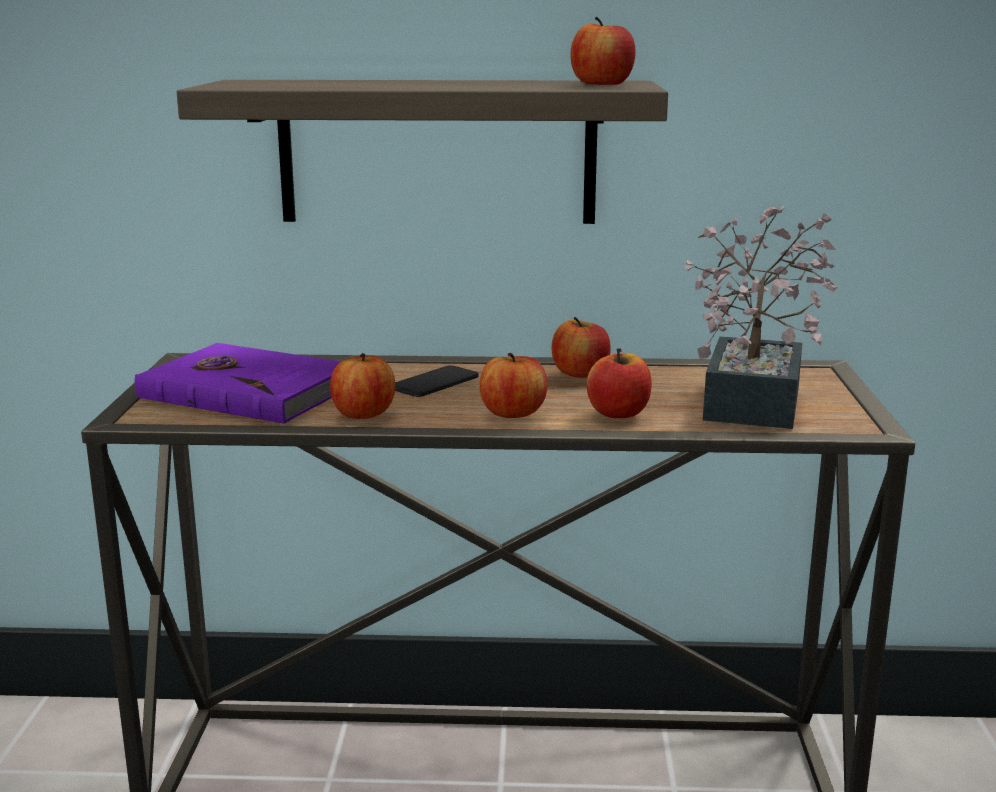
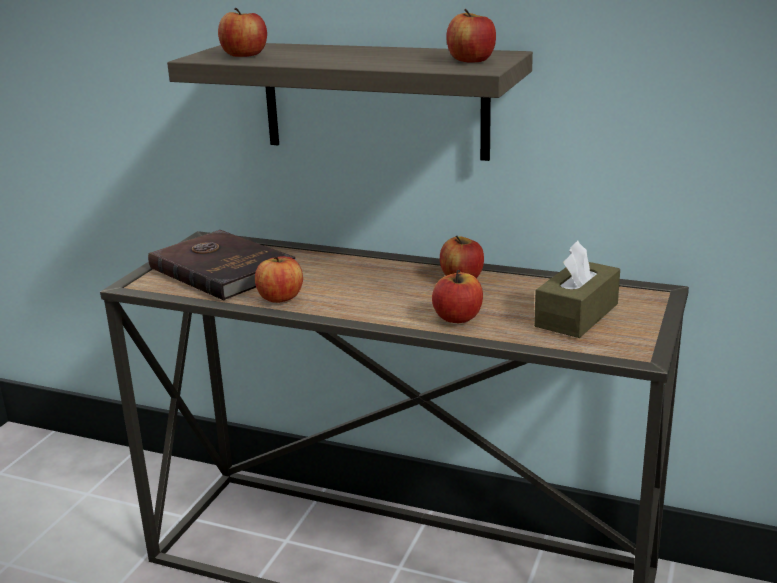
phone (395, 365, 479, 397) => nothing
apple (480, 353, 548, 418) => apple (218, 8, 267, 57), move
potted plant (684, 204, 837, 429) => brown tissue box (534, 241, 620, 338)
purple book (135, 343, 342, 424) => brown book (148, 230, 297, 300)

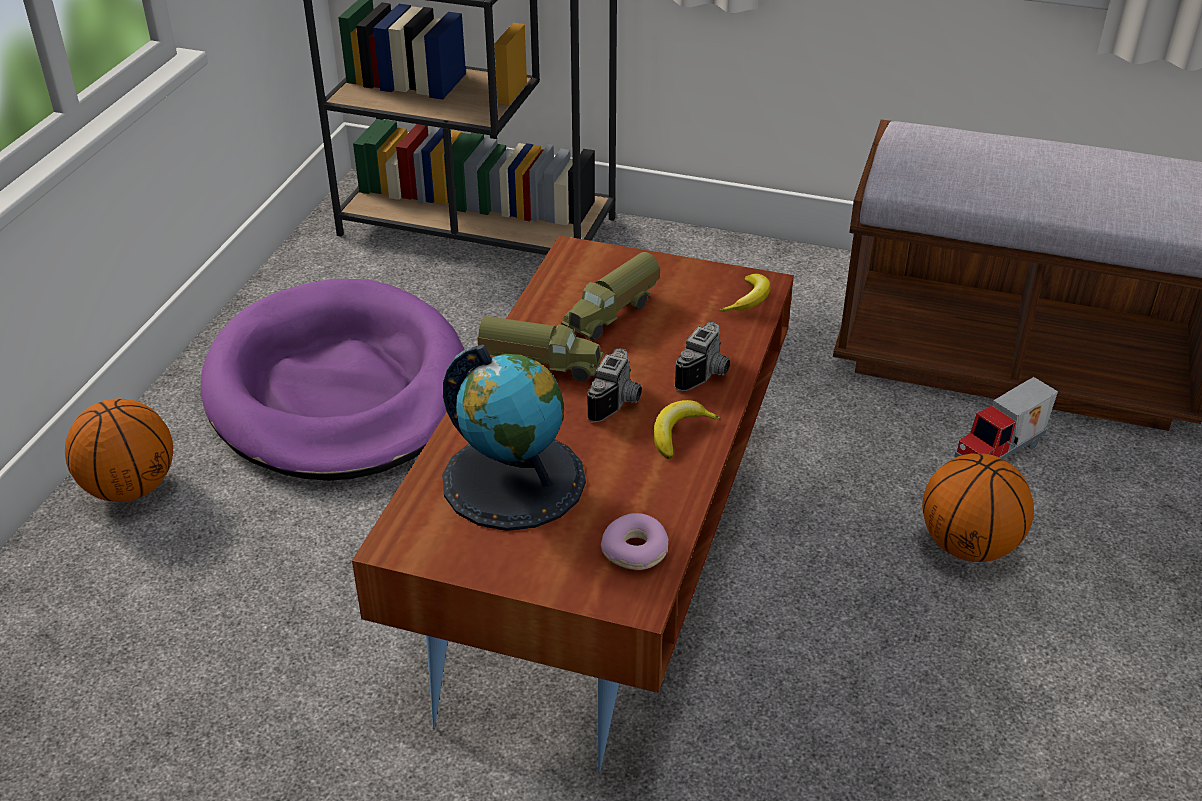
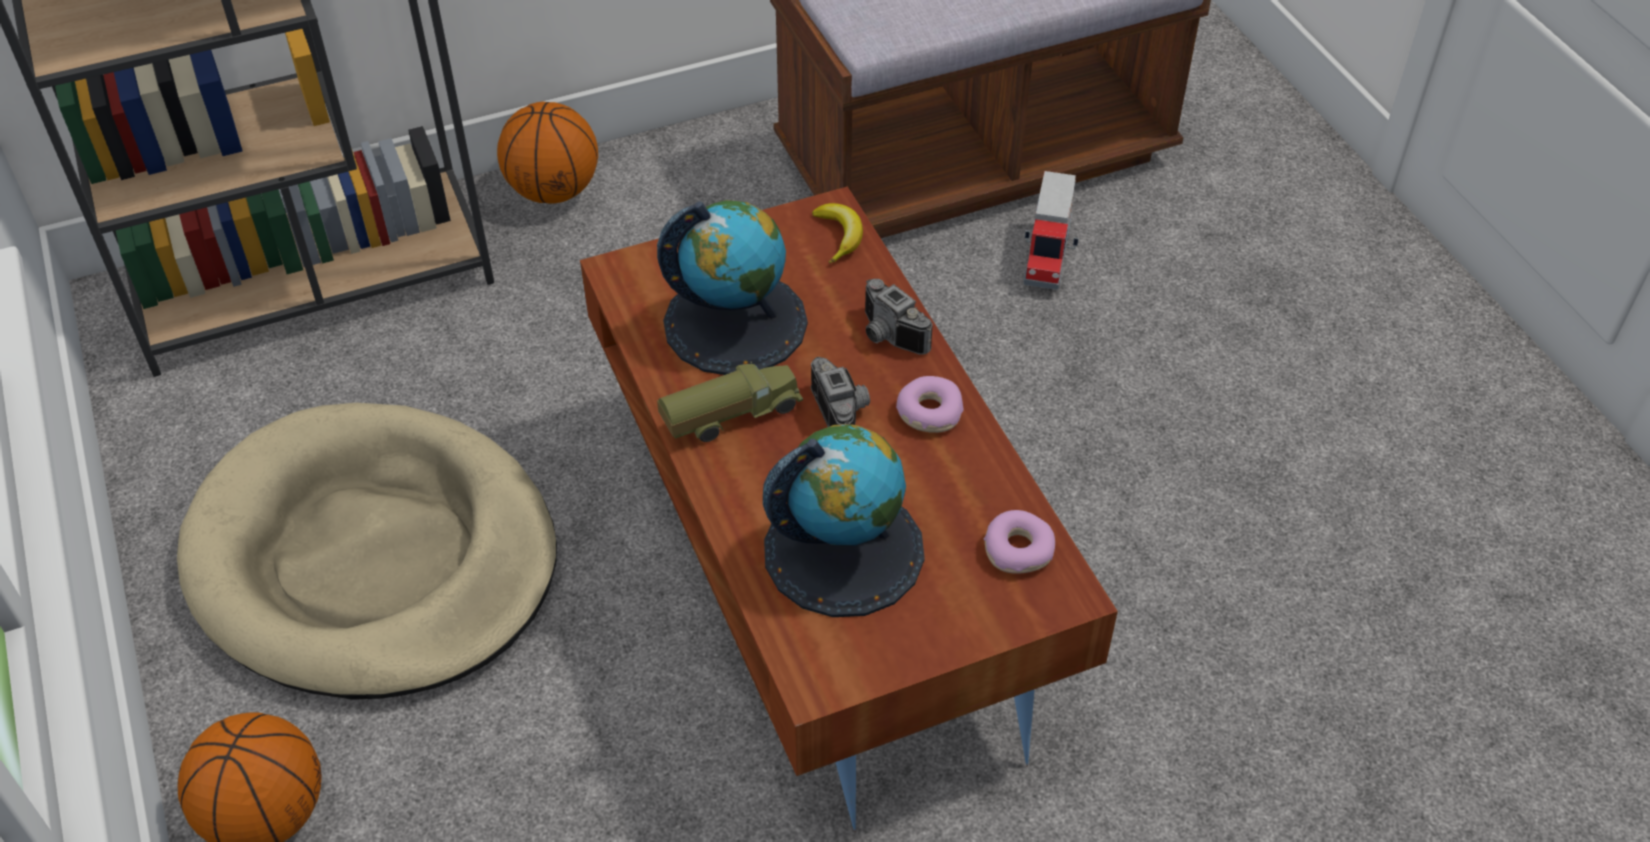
basketball (922, 453, 1034, 562) => basketball (497, 102, 598, 204), move
toy truck (561, 252, 660, 340) => globe (657, 200, 808, 375)
banana (653, 400, 720, 459) => donut (896, 376, 964, 433)
purple dog bed (201, 279, 469, 481) => beige dog bed (177, 403, 557, 700)
photo camera (674, 322, 730, 391) => photo camera (865, 279, 933, 355), 150 degrees clockwise

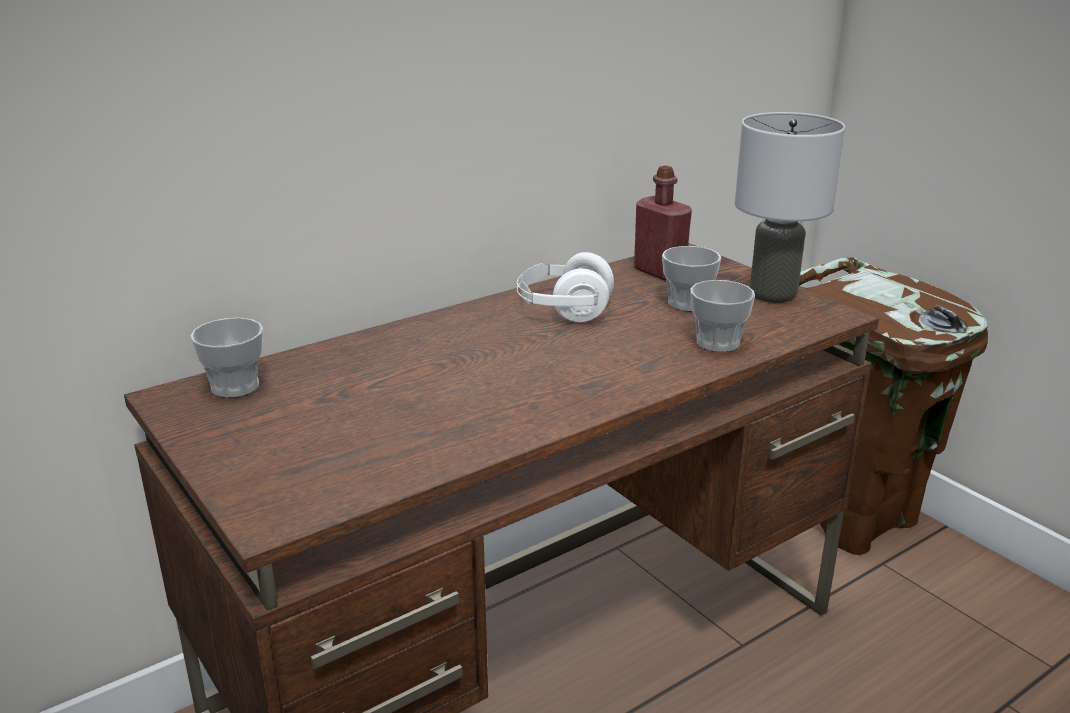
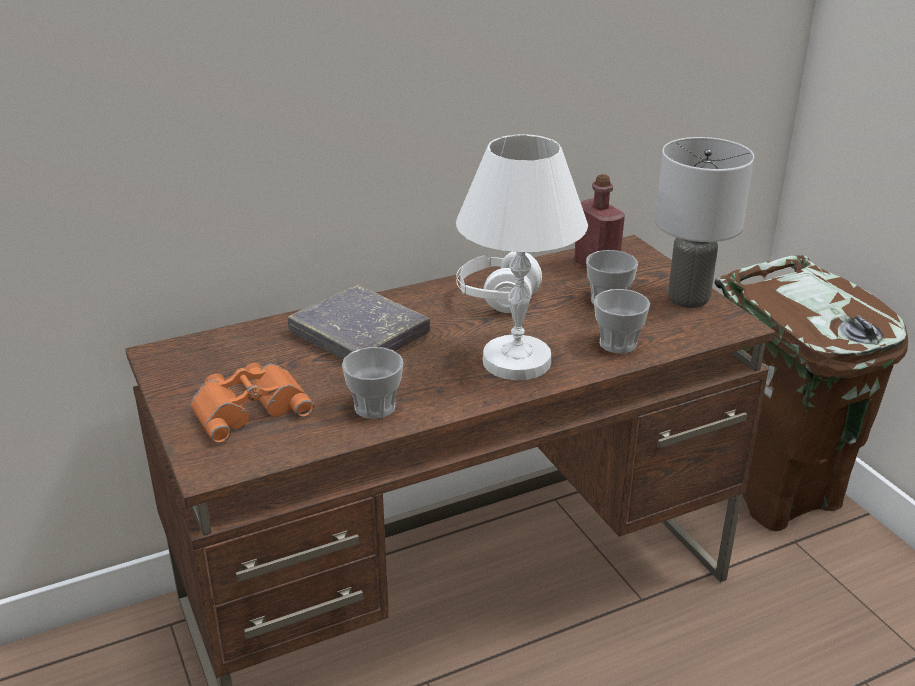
nothing => orange binoculars (191, 363, 314, 443)
nothing => grey book (288, 285, 431, 360)
nothing => white table lamp (456, 134, 588, 380)
cup (190, 318, 263, 398) => cup (342, 347, 403, 419), move

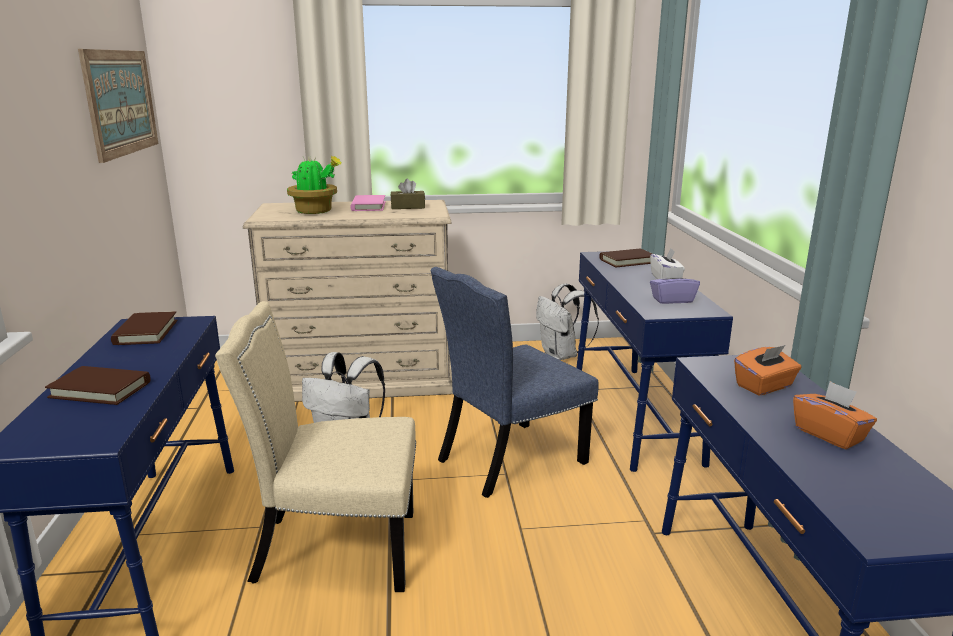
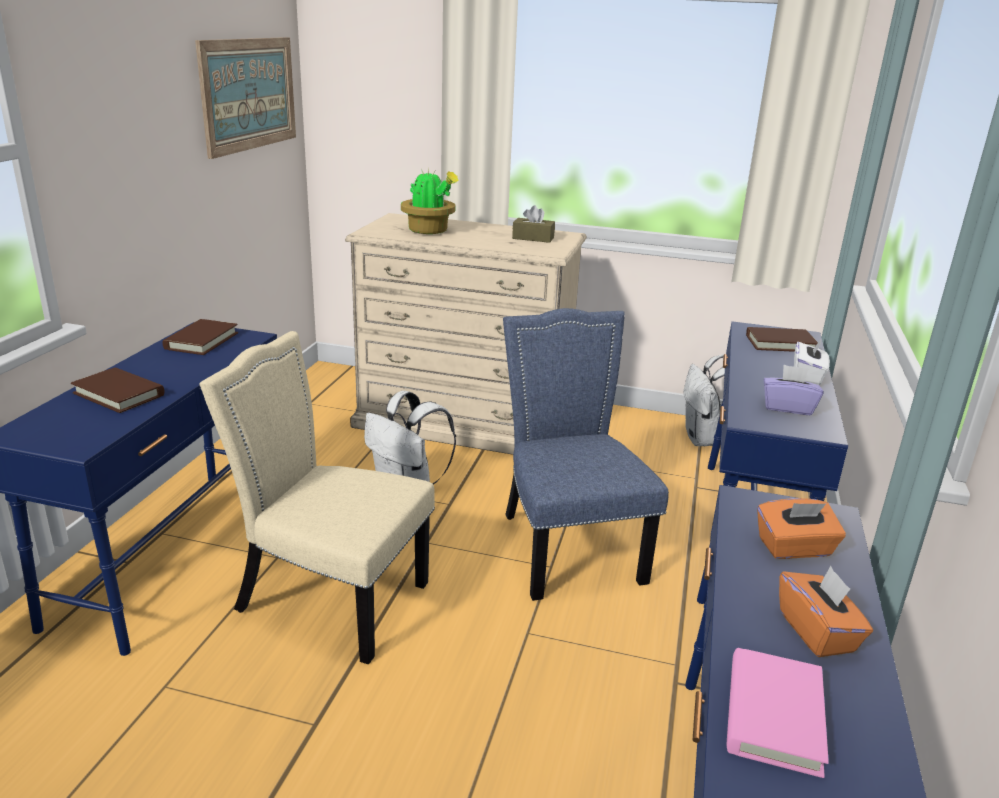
pink book (350, 195, 385, 211) => pink book (727, 648, 829, 778), move
blue chair (431, 267, 599, 498) => blue chair (503, 308, 669, 601), 90 degrees clockwise

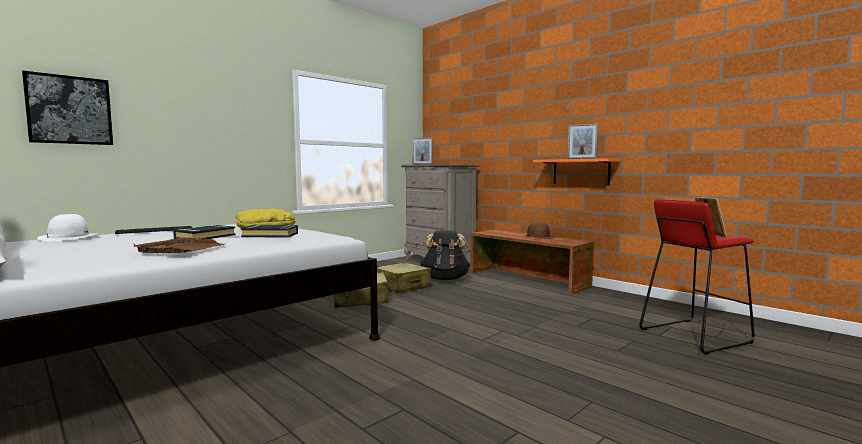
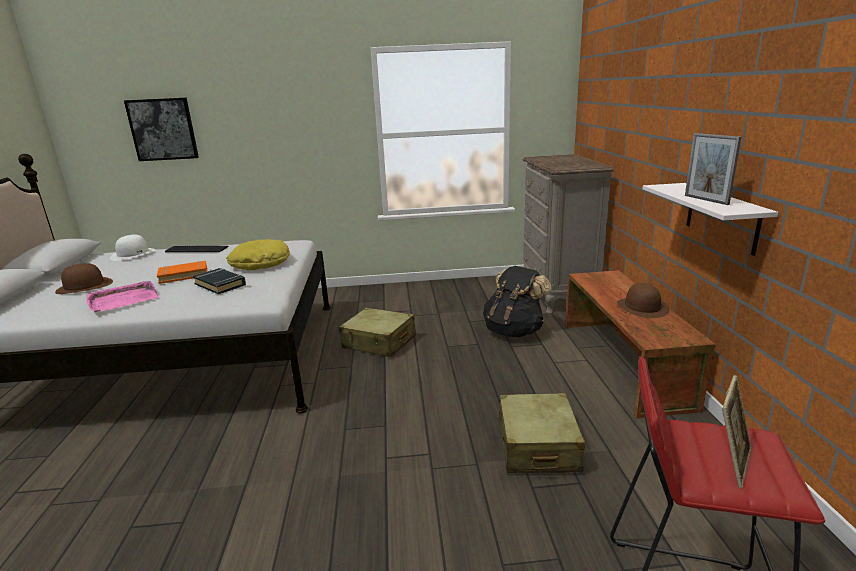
picture frame (412, 137, 433, 165) => nothing
nothing => brown hat (55, 263, 113, 294)
beige suitcase (377, 262, 432, 293) => beige suitcase (497, 393, 585, 473), move
brown tray (133, 238, 225, 253) => pink tray (86, 281, 159, 312)
black book (173, 225, 236, 239) => orange book (157, 261, 207, 284)
orange shelf (533, 158, 621, 185) => white shelf (643, 183, 778, 256)

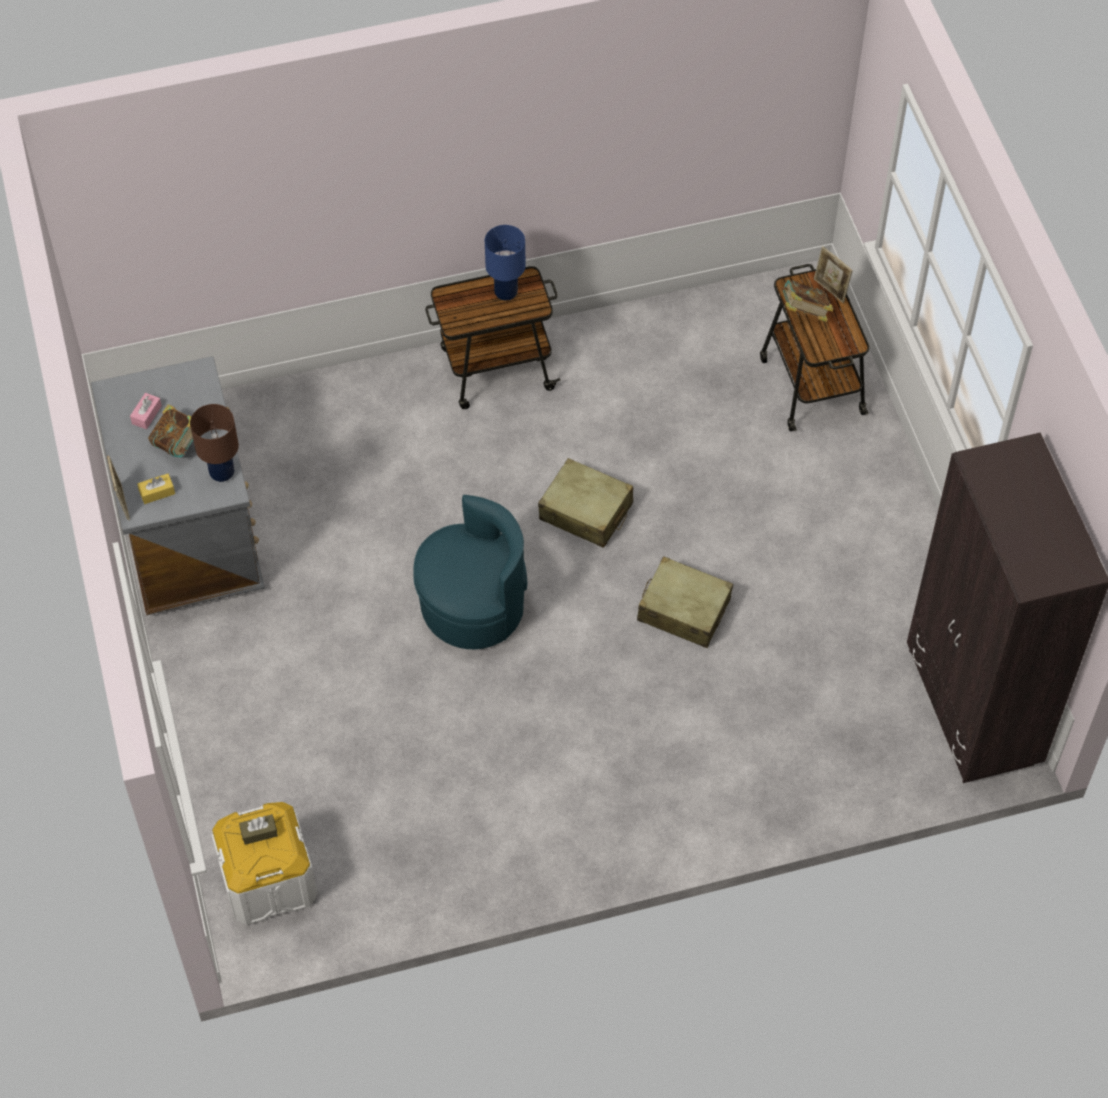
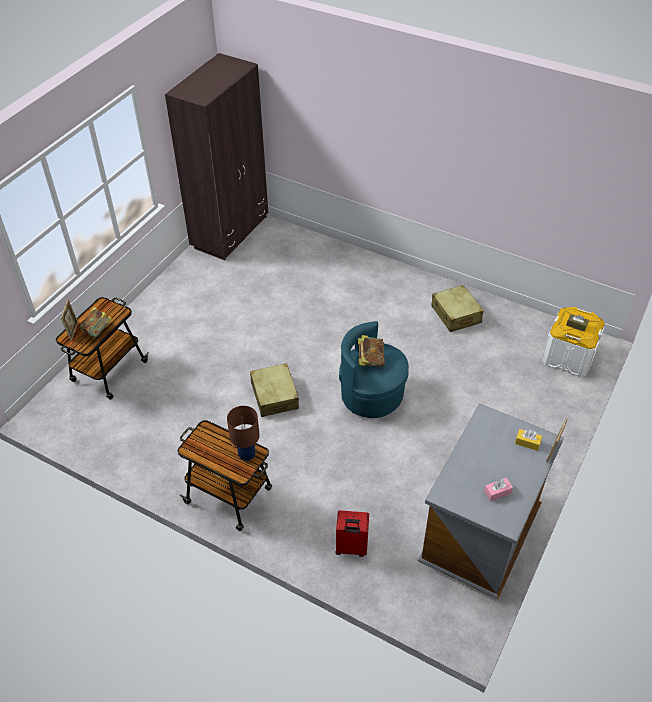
blue table lamp (485, 225, 526, 301) => nothing
nothing => red suitcase (336, 510, 369, 557)
book (148, 404, 193, 458) => book (358, 335, 385, 367), move
brown table lamp (190, 404, 239, 482) => brown table lamp (227, 406, 260, 461), move
beige suitcase (637, 556, 733, 648) => beige suitcase (431, 285, 484, 332), move

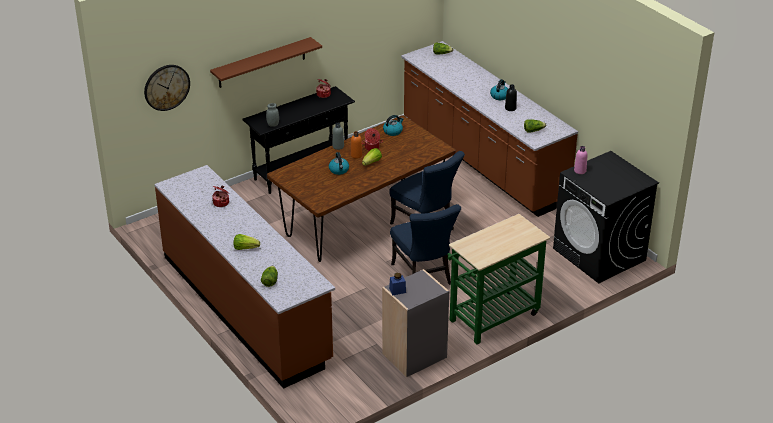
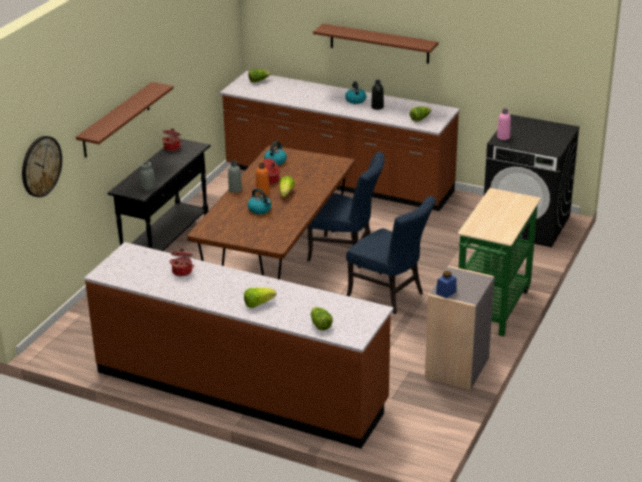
nothing => brown shelf (313, 24, 438, 64)

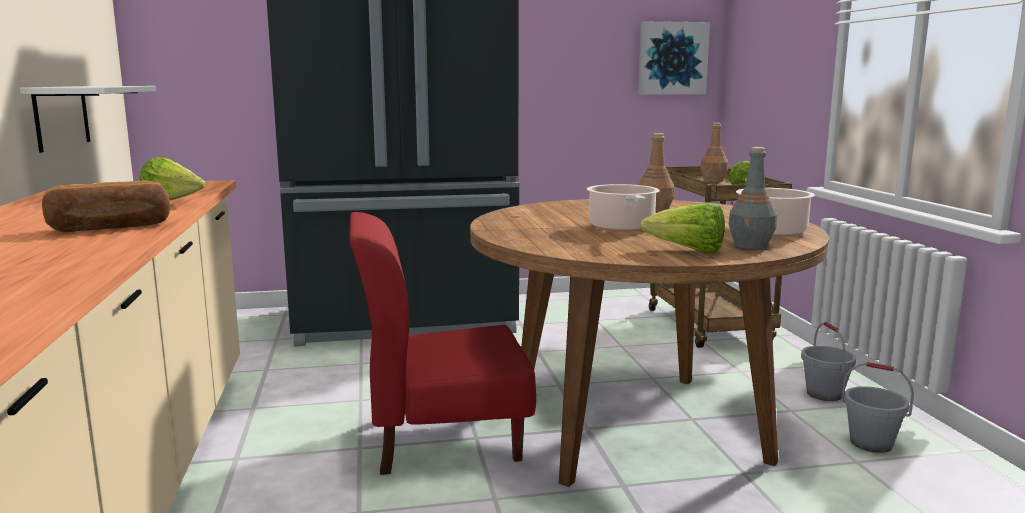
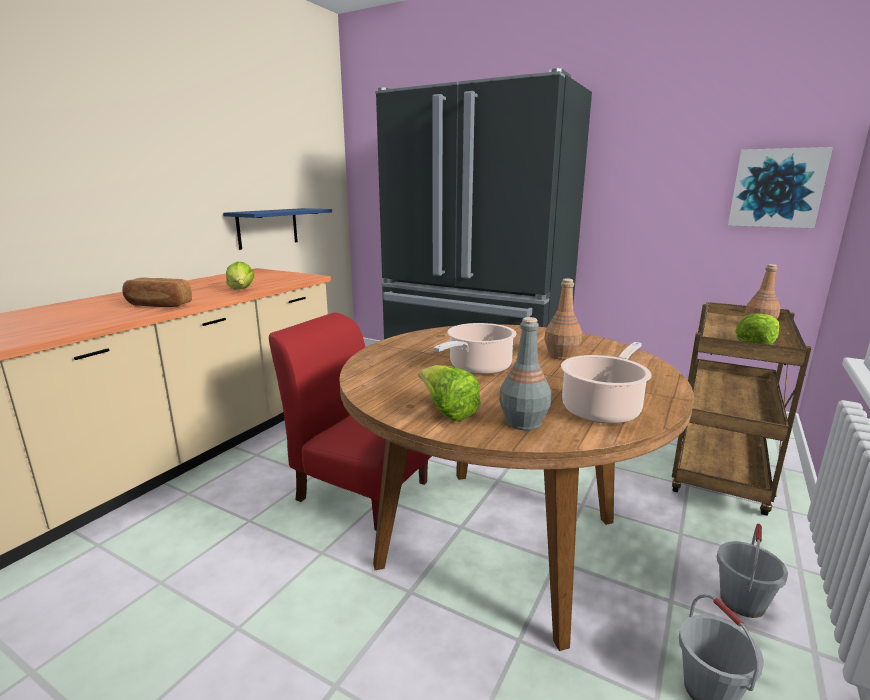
white shelf (20, 86, 156, 153) => blue shelf (223, 208, 332, 250)

